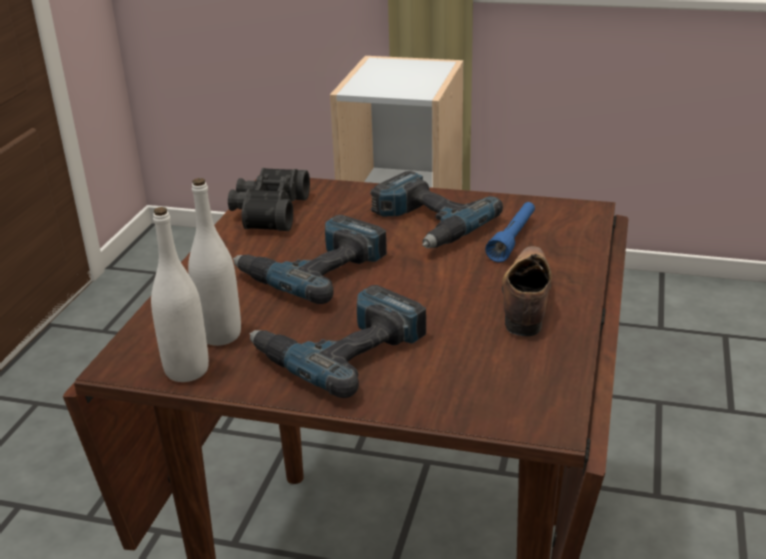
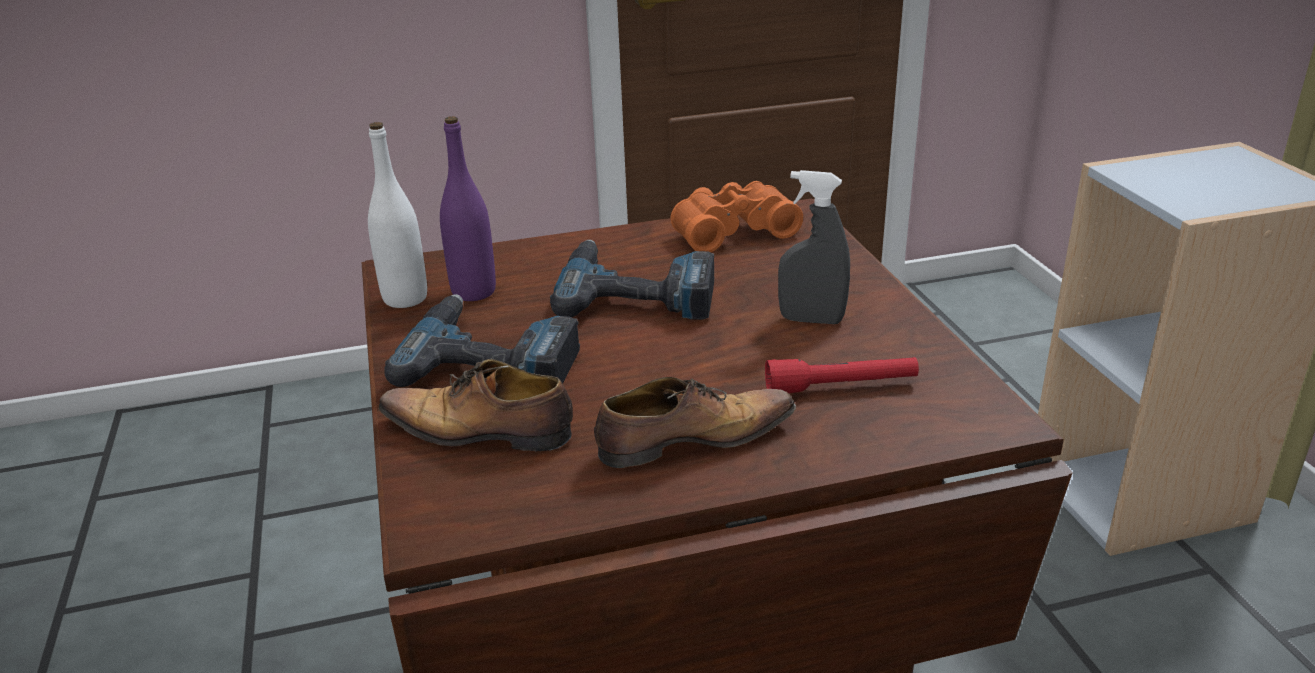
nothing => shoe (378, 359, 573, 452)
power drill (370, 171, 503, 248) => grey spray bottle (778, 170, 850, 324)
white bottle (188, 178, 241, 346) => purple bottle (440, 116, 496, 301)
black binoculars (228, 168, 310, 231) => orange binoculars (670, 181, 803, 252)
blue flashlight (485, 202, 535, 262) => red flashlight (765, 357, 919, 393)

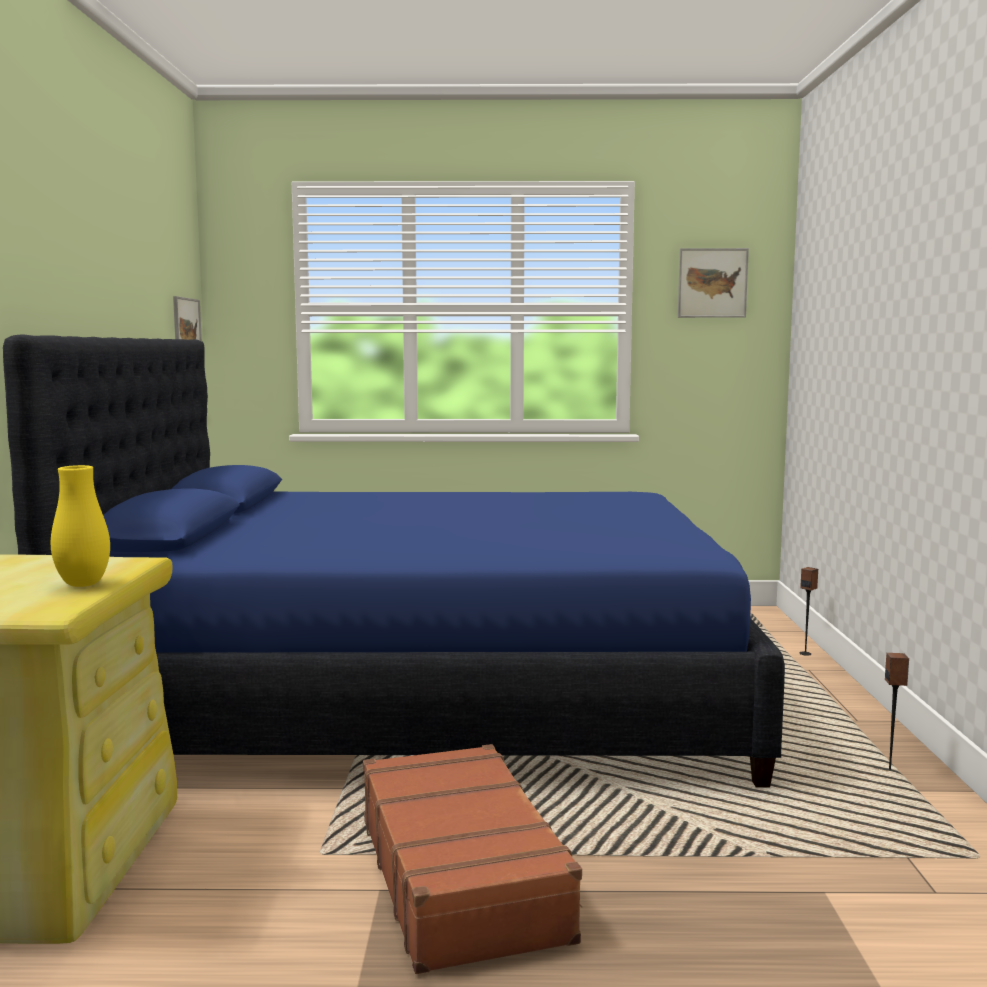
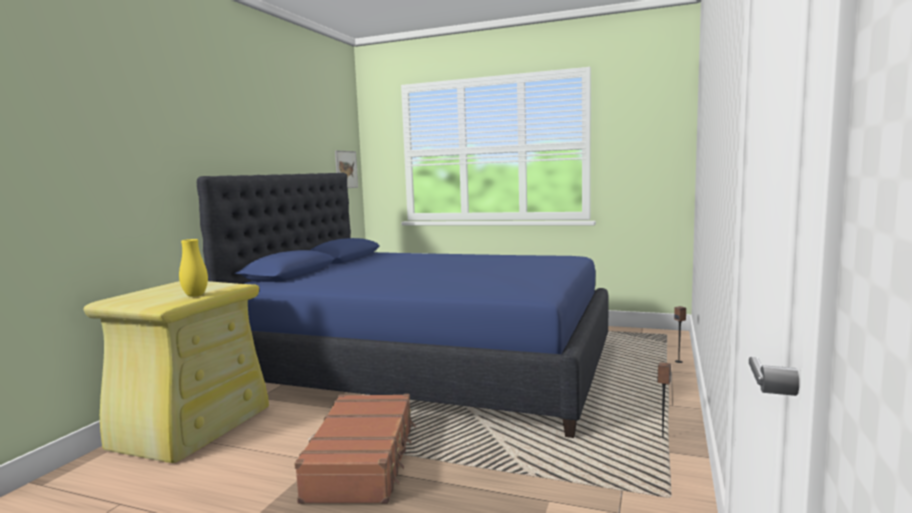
picture (678, 248, 749, 318) => nothing

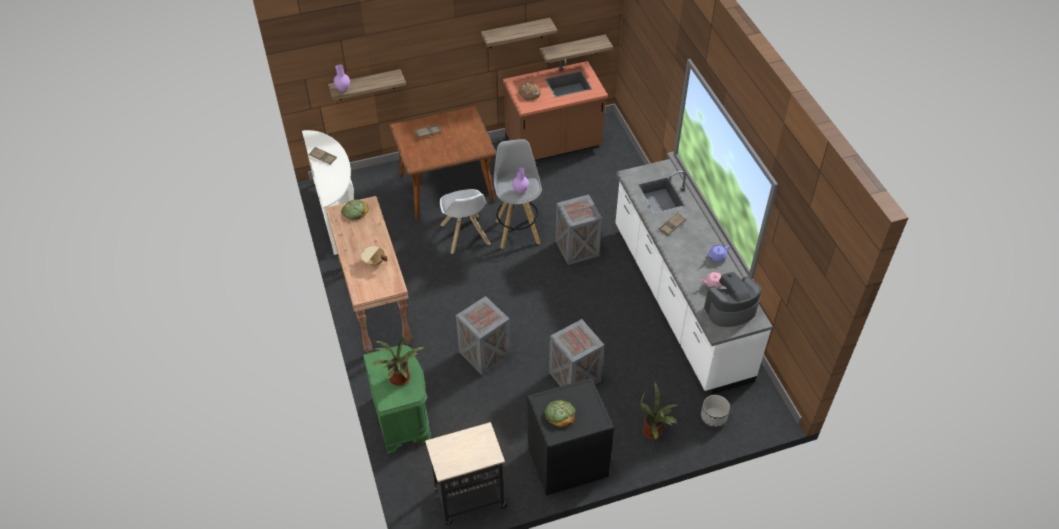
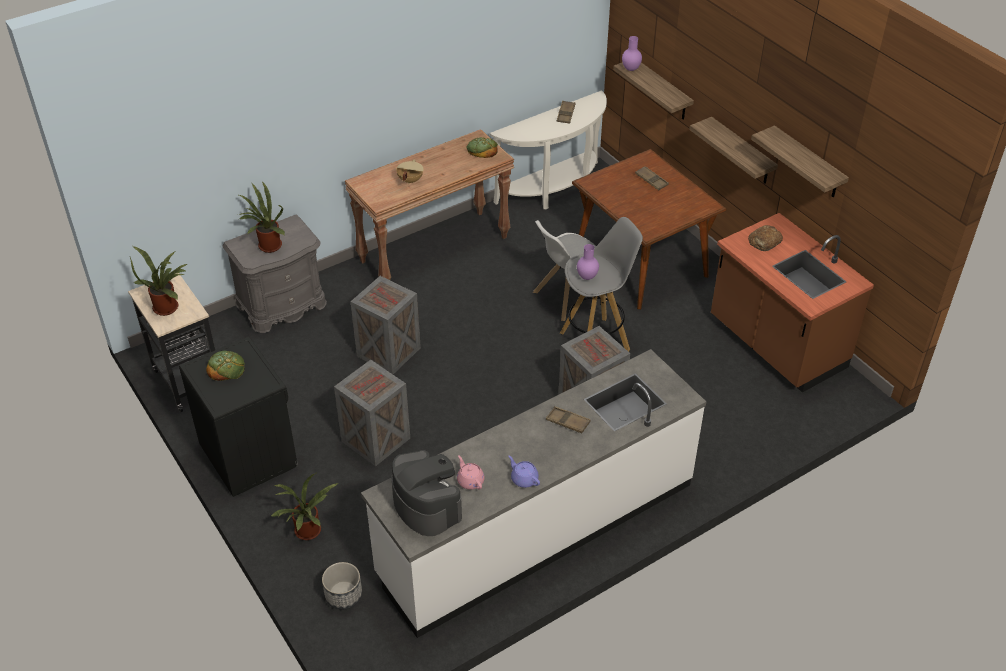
nothing => potted plant (130, 246, 187, 316)
shelf (540, 35, 613, 64) => shelf (689, 117, 778, 184), move
green nightstand (363, 345, 431, 453) => grey nightstand (222, 214, 327, 333)

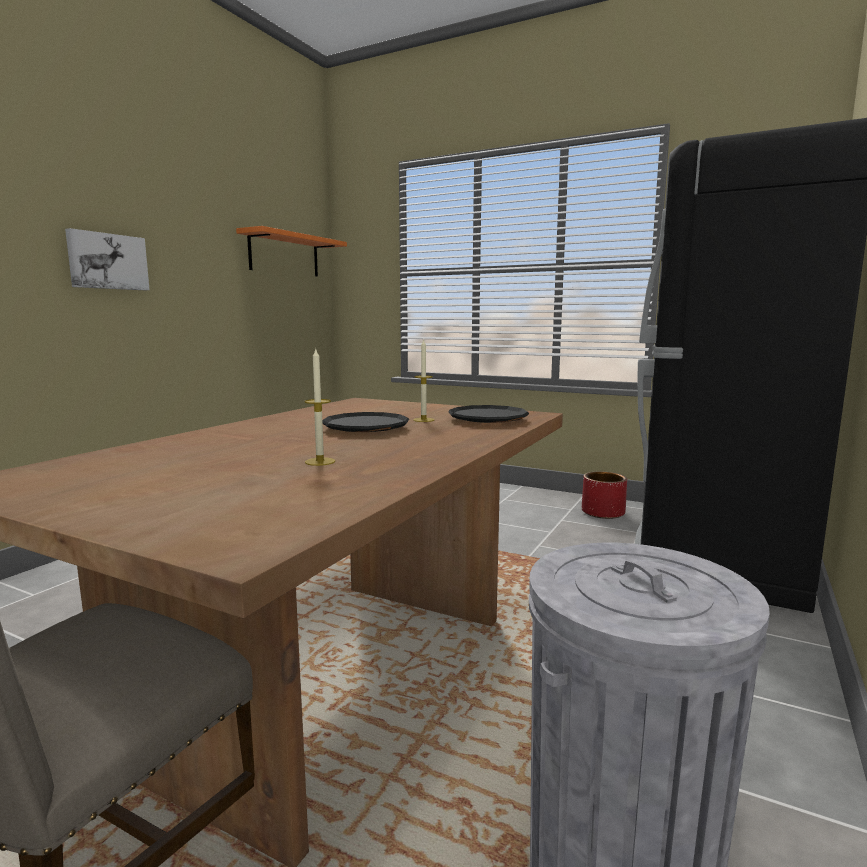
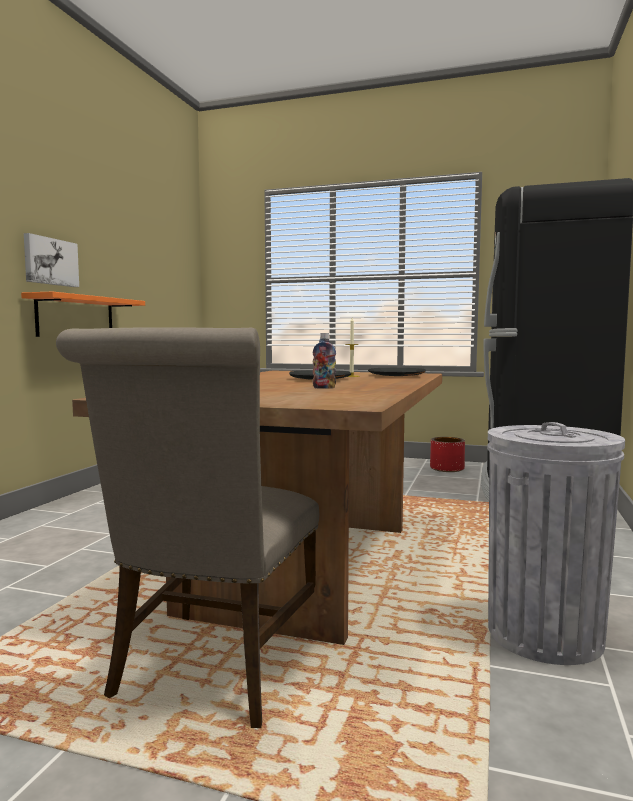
orange shelf (236, 226, 347, 277) => orange shelf (21, 292, 145, 337), move
candle (305, 349, 335, 466) => bottle (313, 333, 336, 389)

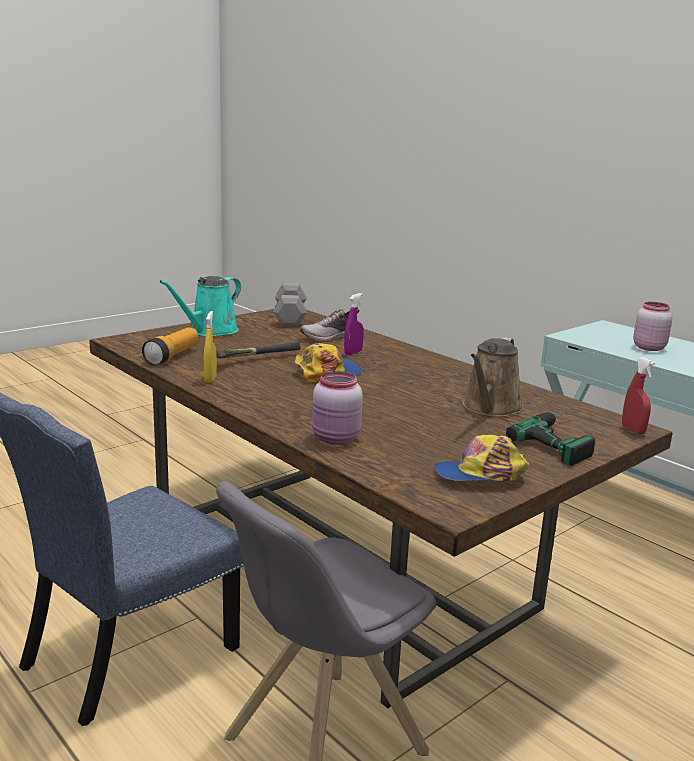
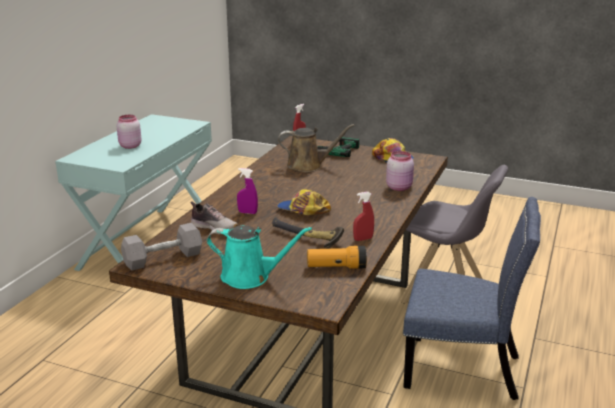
yellow spray bottle (204, 311, 217, 383) => red spray bottle (353, 192, 374, 241)

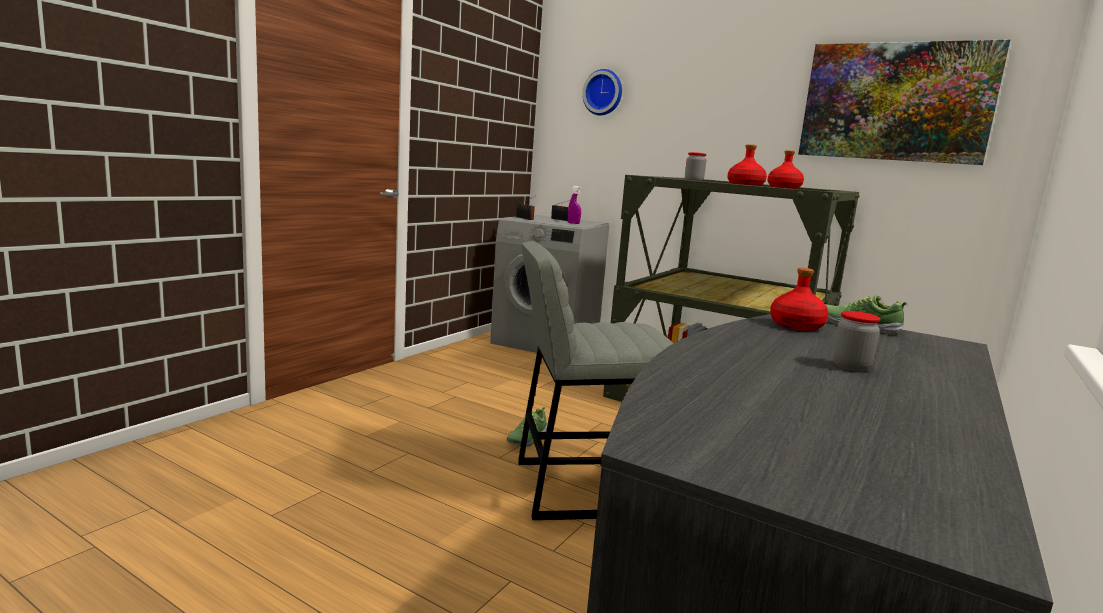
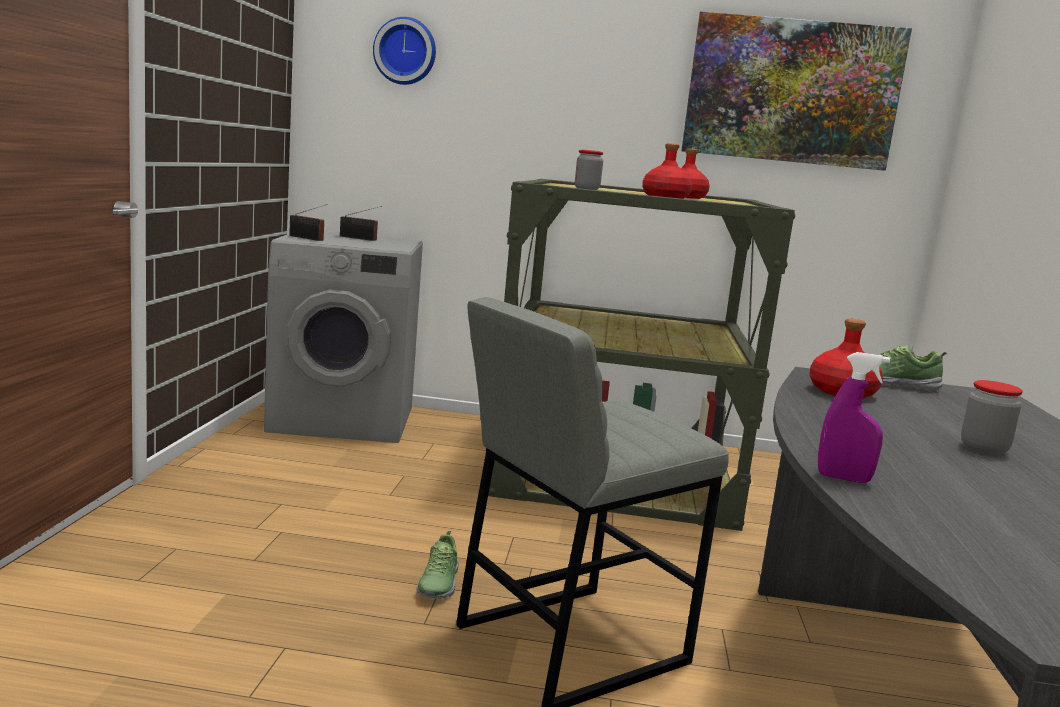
purple spray bottle (568, 186, 582, 224) => purple spray bottle (818, 352, 890, 483), move

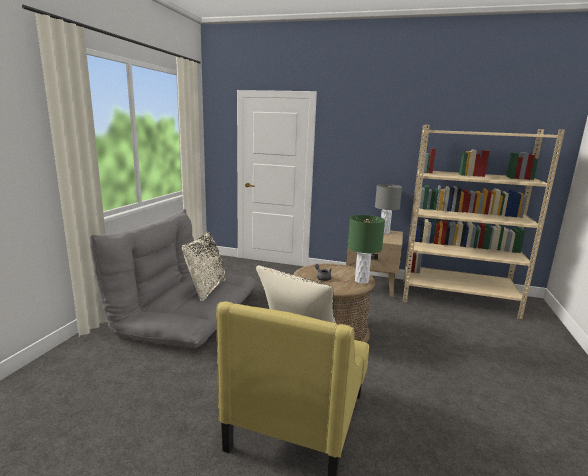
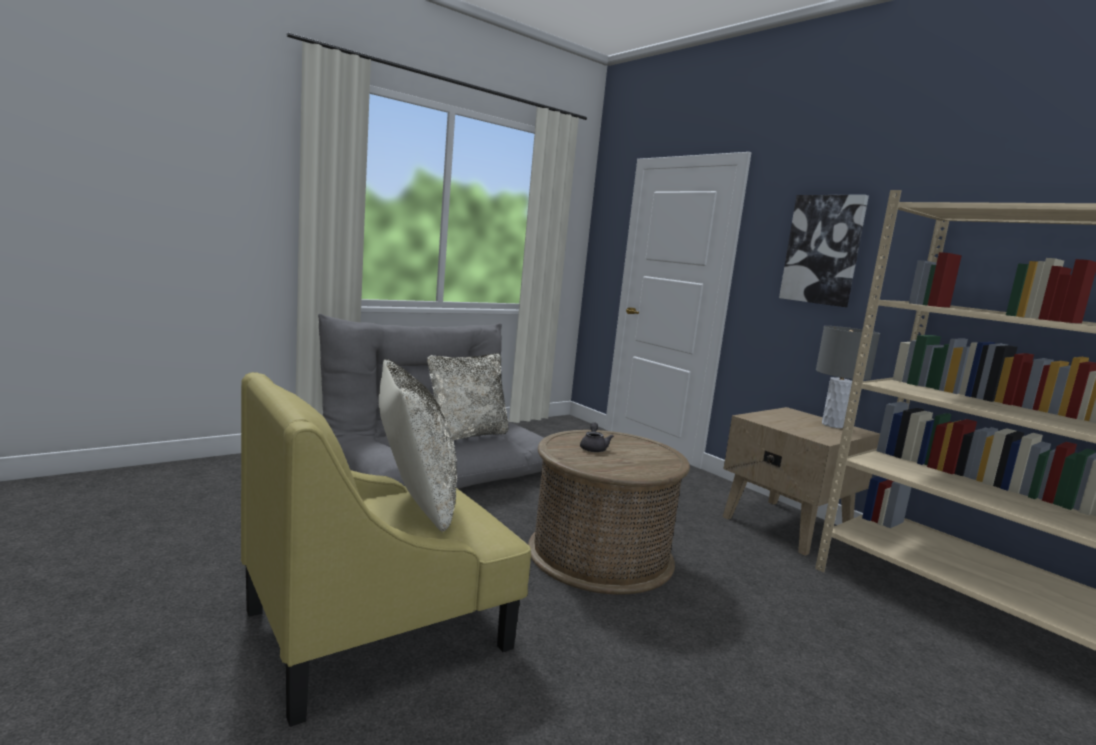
green table lamp (348, 215, 385, 284) => nothing
nothing => picture (779, 195, 869, 307)

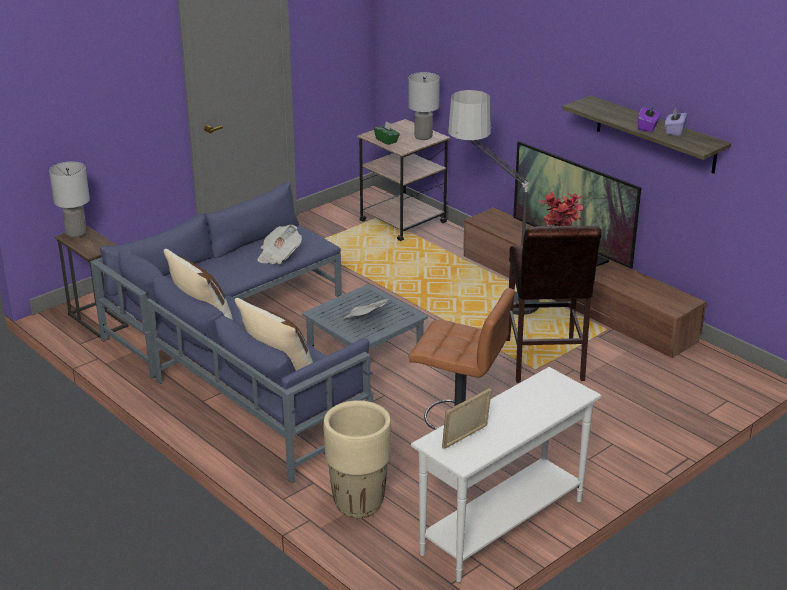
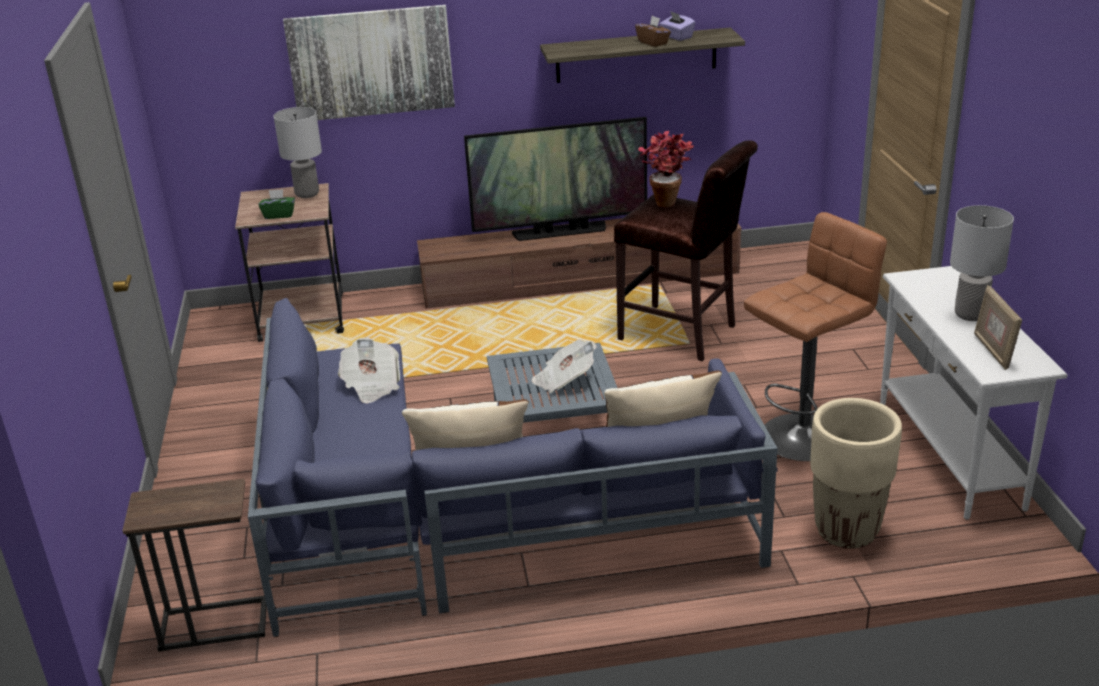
floor lamp (448, 90, 539, 315) => nothing
nothing => picture (283, 5, 455, 120)
grey table lamp (49, 162, 90, 238) => grey table lamp (950, 205, 1014, 321), move
purple tissue box (638, 105, 661, 132) => brown tissue box (635, 16, 671, 47)

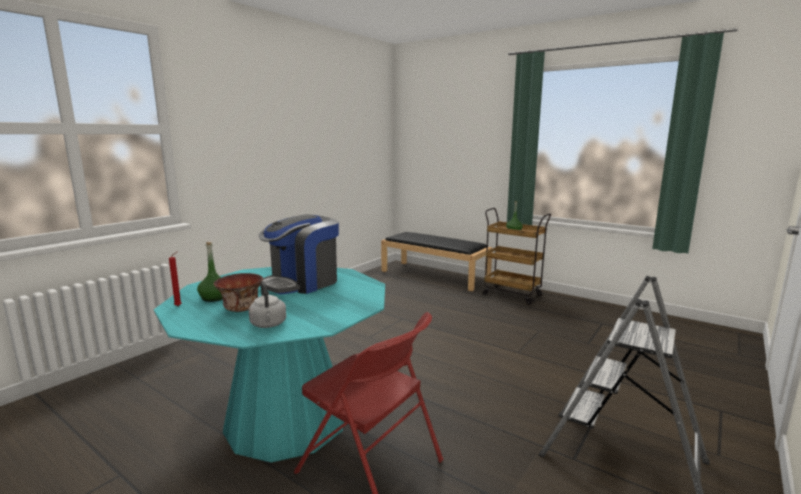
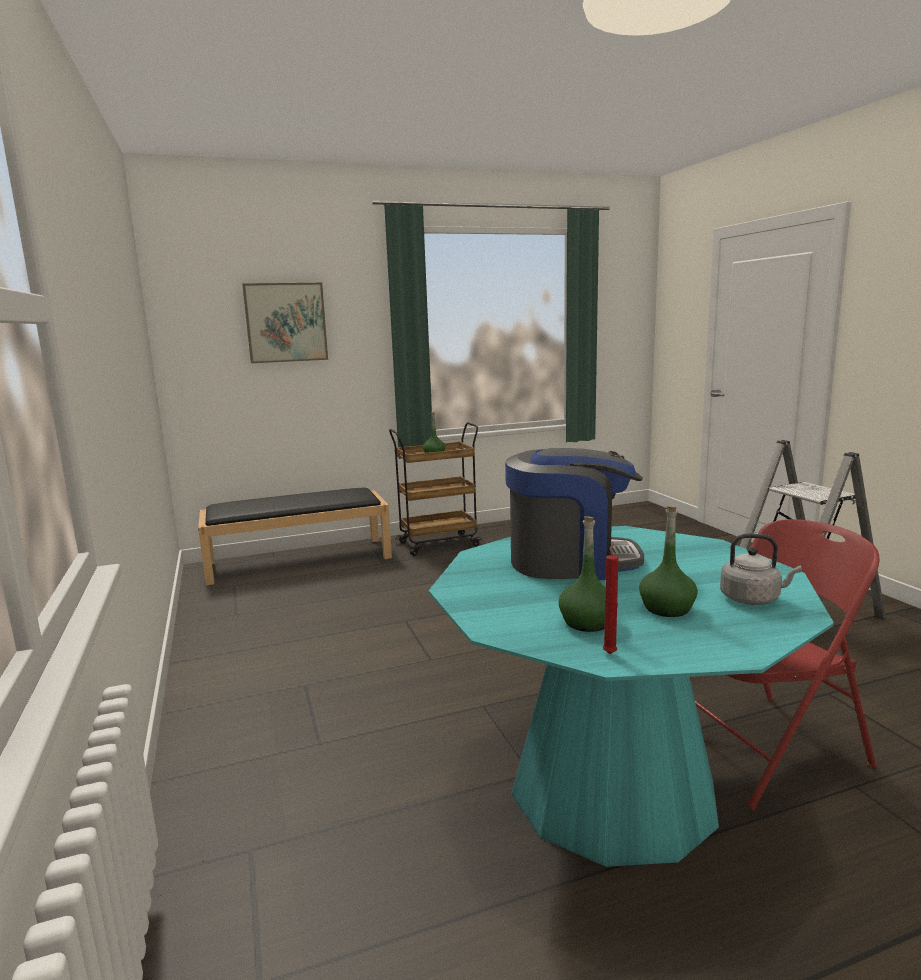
nothing => picture (242, 283, 328, 363)
bowl (214, 273, 263, 312) => green bottle (639, 506, 698, 617)
coffee machine (259, 214, 339, 294) => coffee machine (505, 448, 644, 580), 75 degrees counterclockwise

